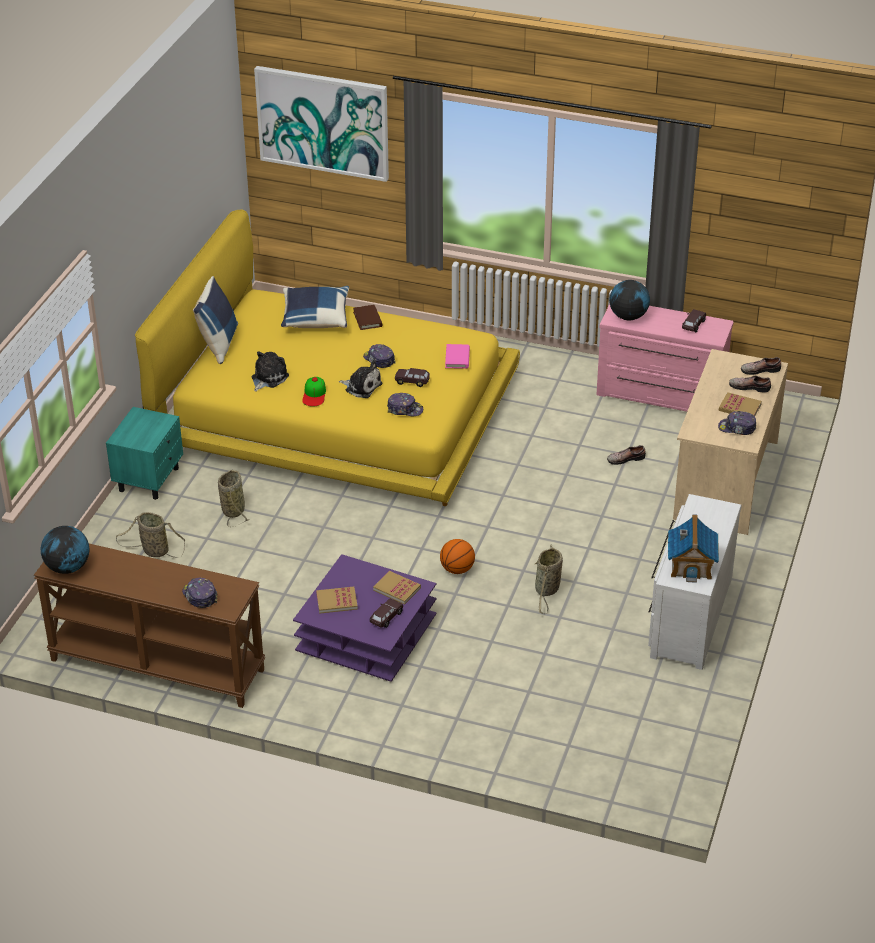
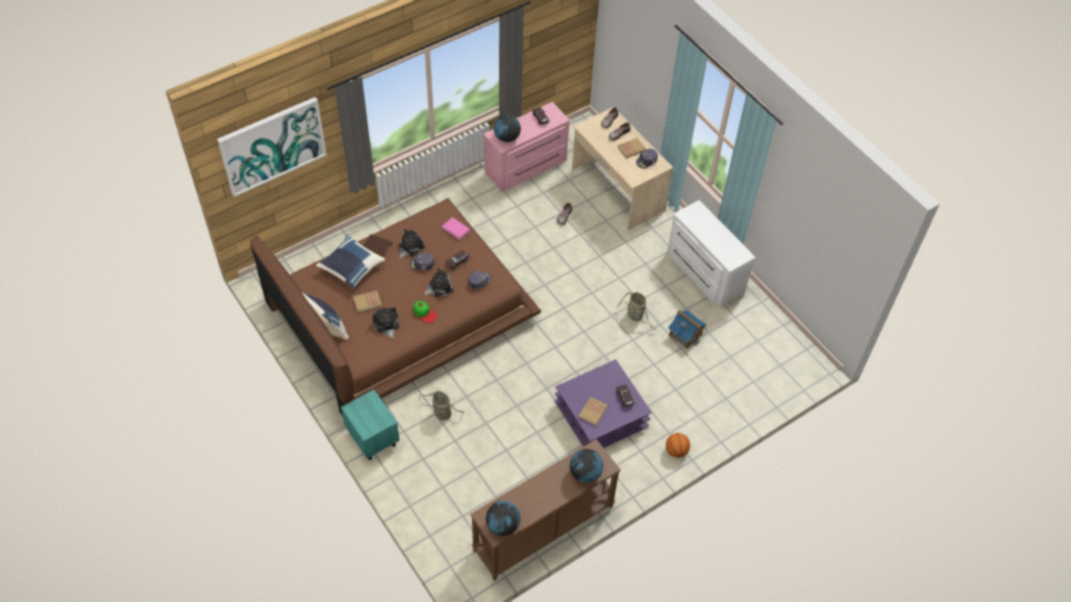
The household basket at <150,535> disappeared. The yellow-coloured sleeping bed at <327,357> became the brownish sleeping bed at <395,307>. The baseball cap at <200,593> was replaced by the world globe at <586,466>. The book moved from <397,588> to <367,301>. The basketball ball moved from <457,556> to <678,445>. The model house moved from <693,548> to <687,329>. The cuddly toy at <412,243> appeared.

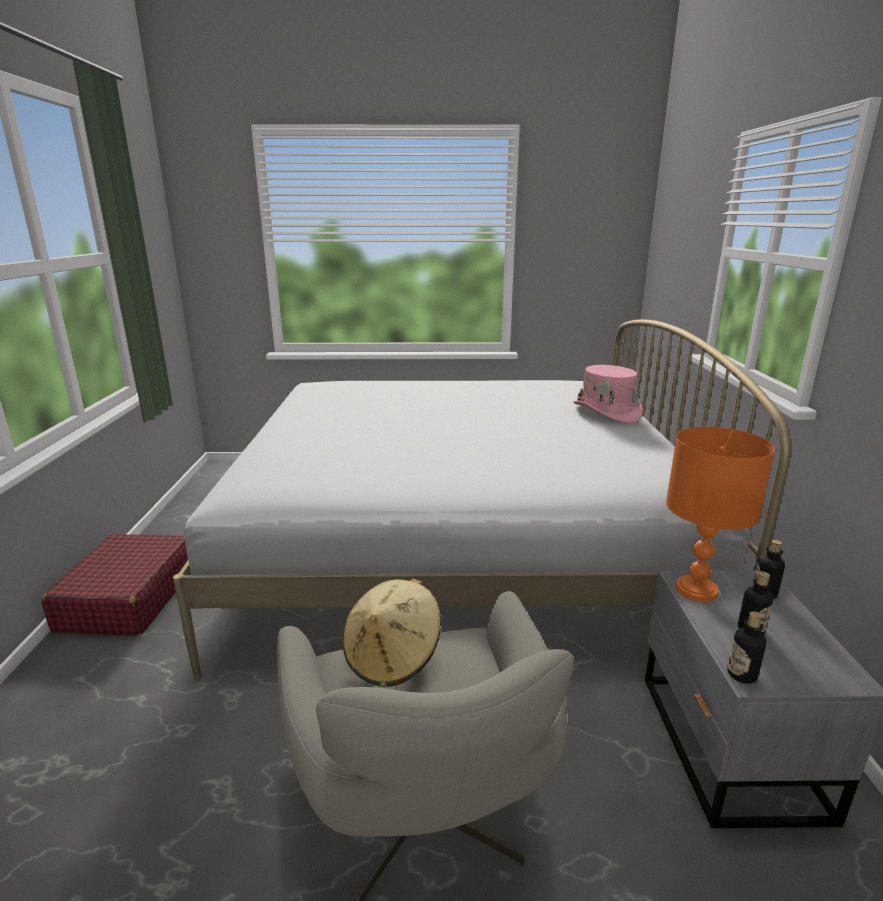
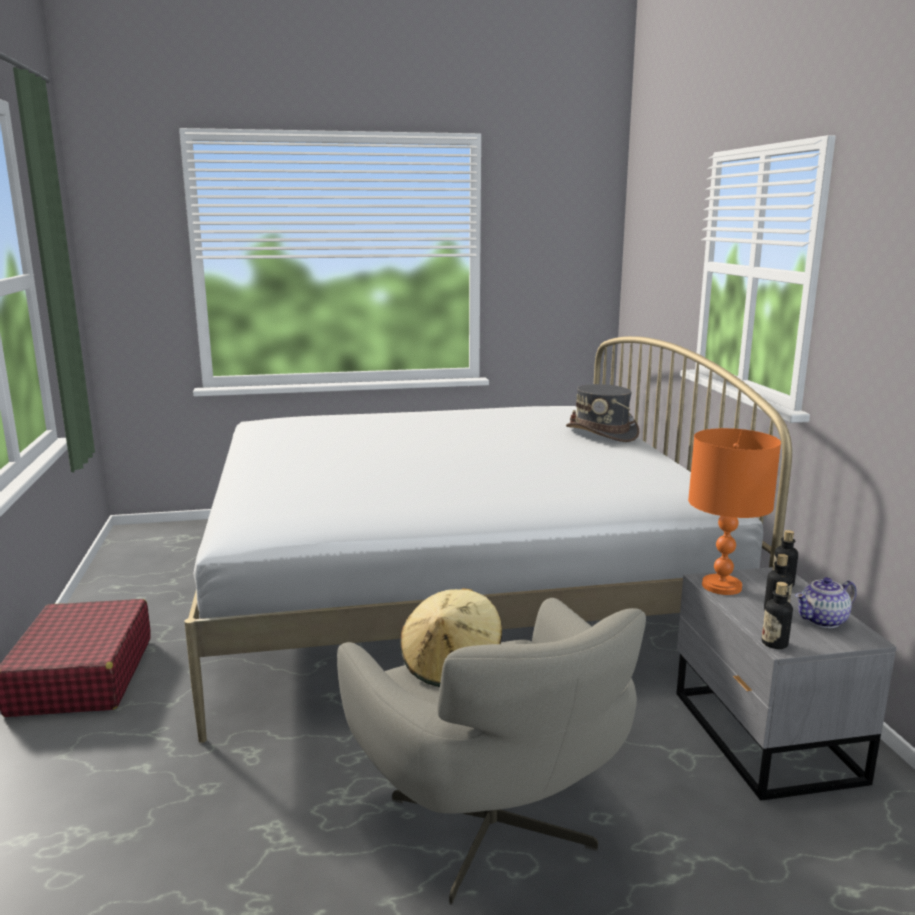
The pinkish clothing hat at <608,394> became the grey clothing hat at <602,413>. The teapot at <826,602> appeared.

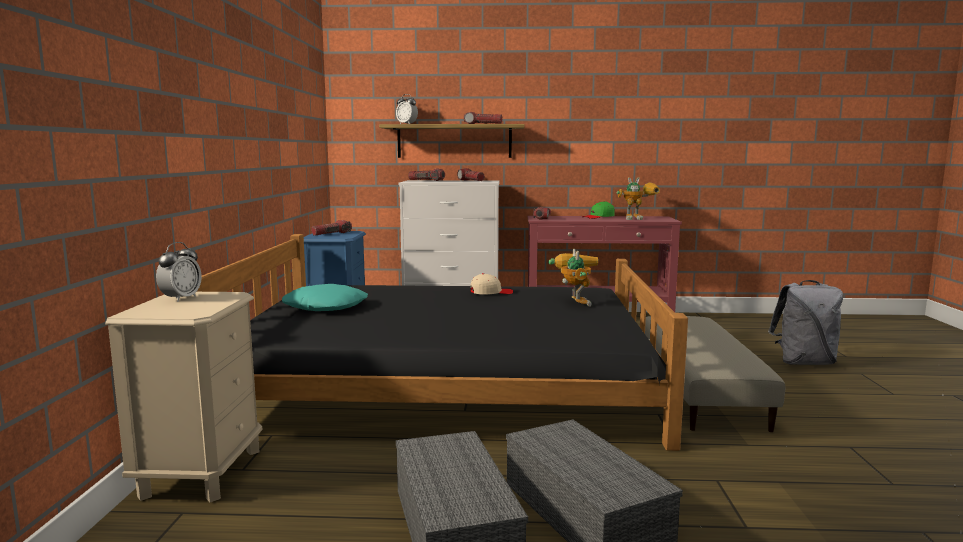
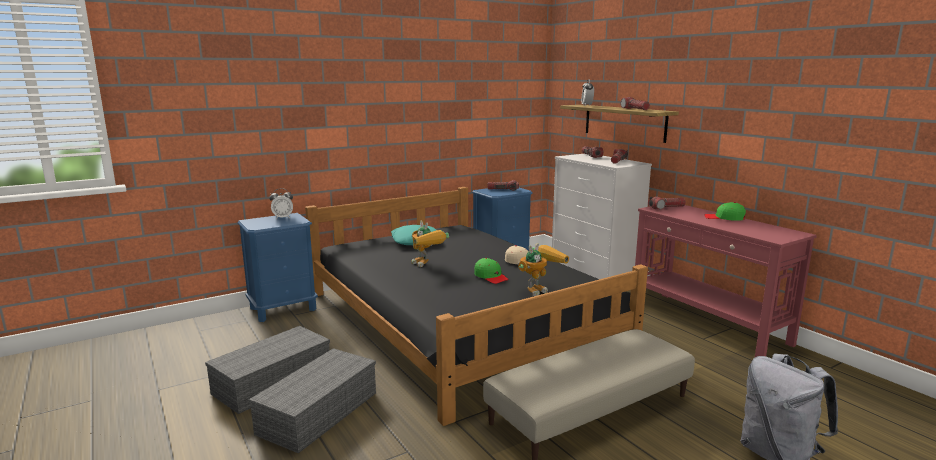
The sand-coloured bedside table at <183,397> became the blue-coloured bedside table at <277,267>. The robot figure moved from <638,198> to <430,244>. The green-coloured baseball cap at <491,271> appeared.

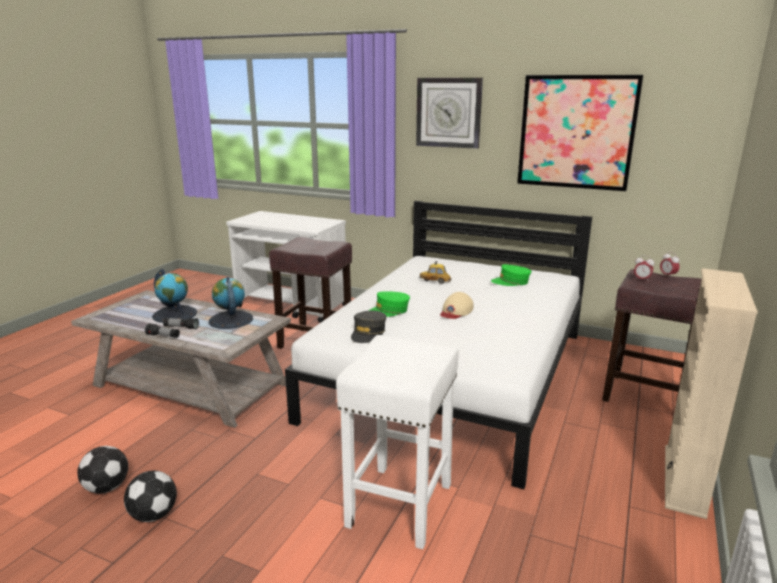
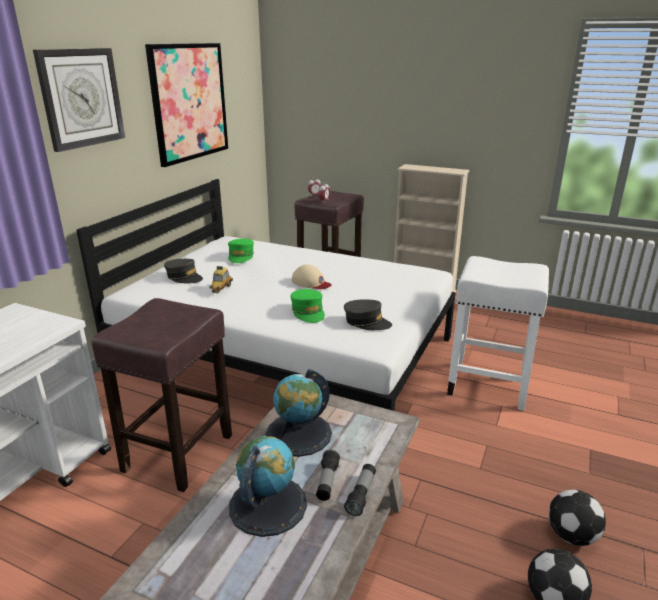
The grey baseball cap at <183,271> appeared.

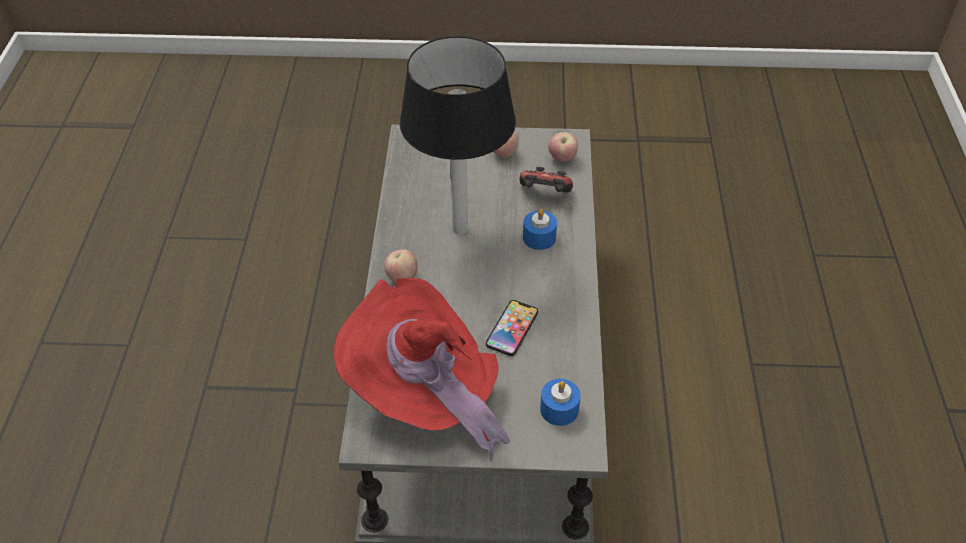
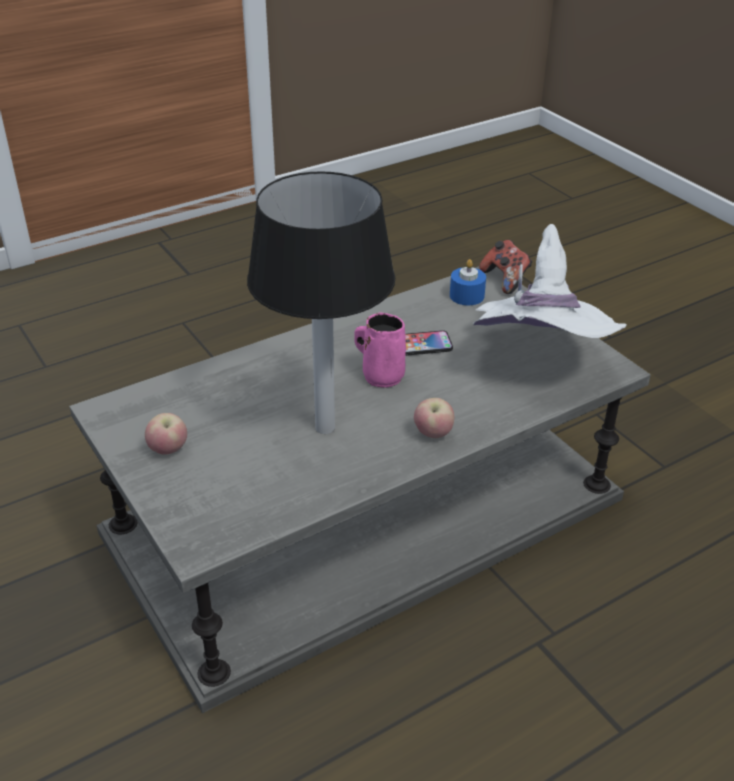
The red clothing hat at <422,370> became the white-coloured clothing hat at <550,281>. The gamepad moved from <546,180> to <506,267>. The blue-coloured wax light at <540,229> disappeared. The apple at <563,147> disappeared. The pinkish coffee mug at <380,350> appeared.

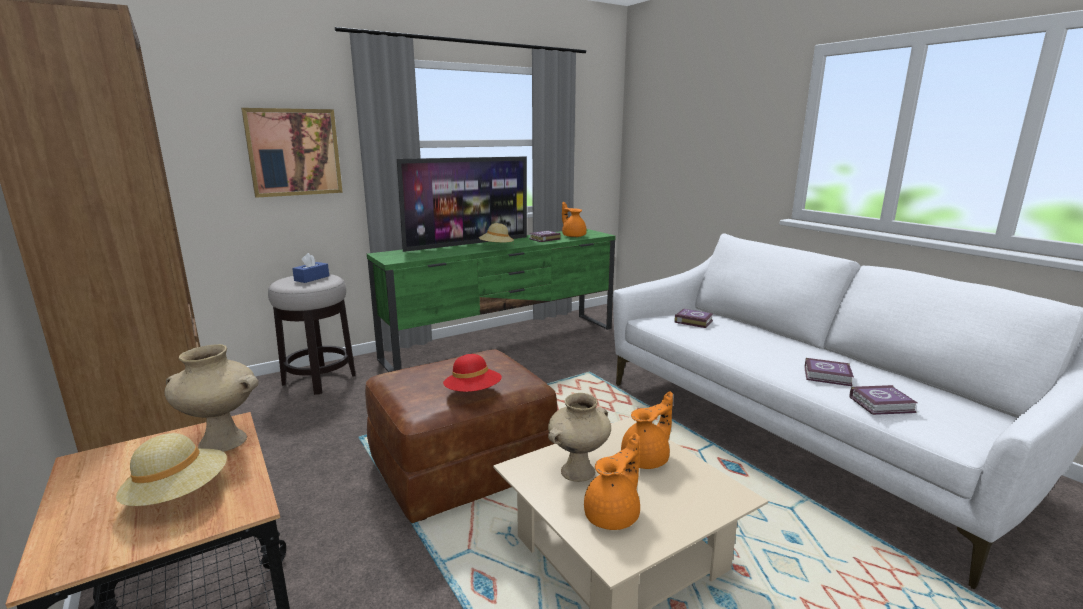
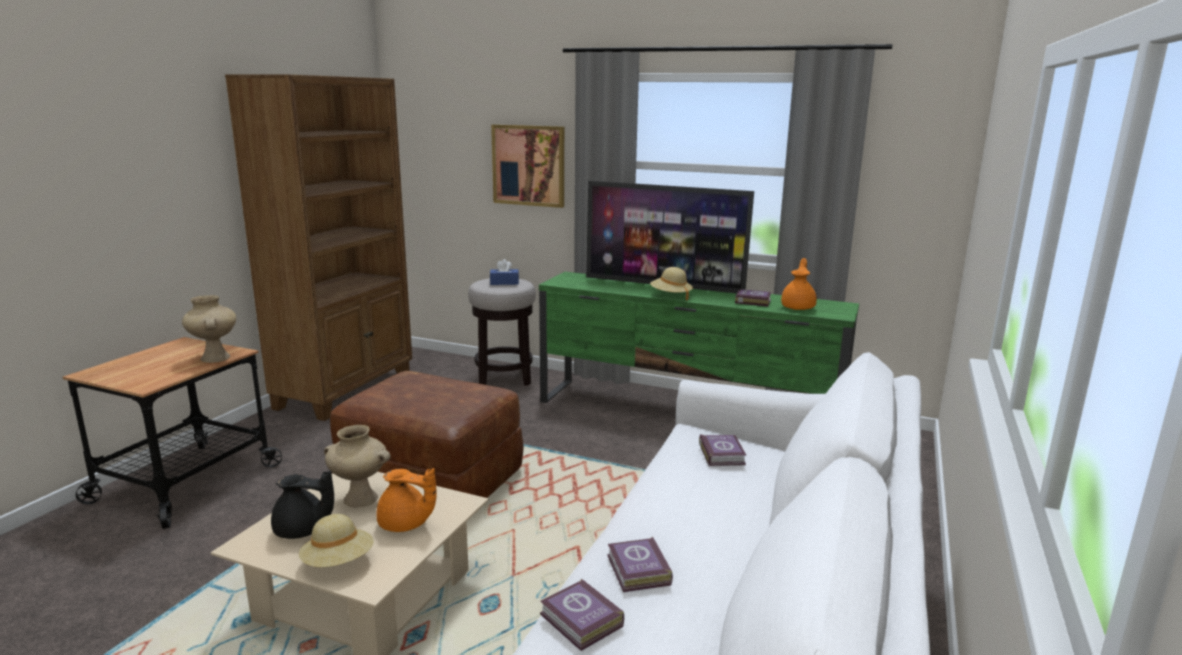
The sand-coloured clothing hat moved from <171,469> to <336,540>. The red clothing hat at <472,373> disappeared. The orange teapot at <612,481> became the blackish teapot at <302,504>.

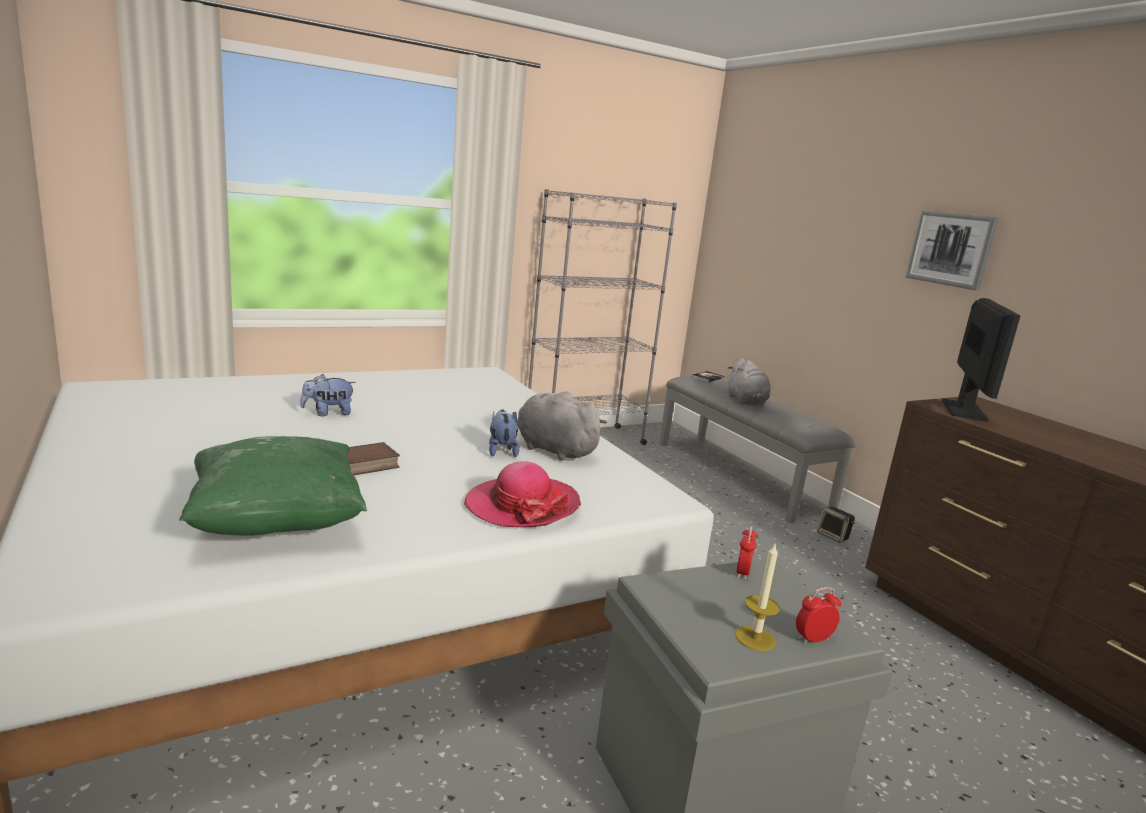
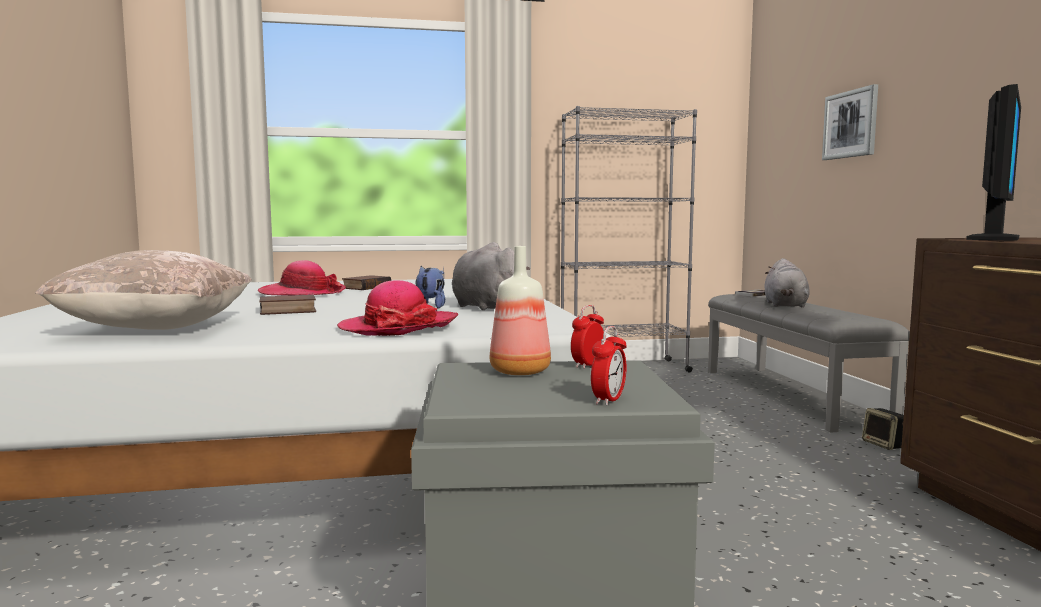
The green-coloured throw pillow at <273,486> became the sand-coloured throw pillow at <143,290>. The cuddly toy at <328,395> was replaced by the clothing hat at <302,278>. The wax light at <757,596> disappeared. The table clock at <818,615> turned 120 degrees clockwise. The wall art moved from <952,250> to <850,122>. The book at <366,282> appeared. The beverage bottle at <520,310> appeared.

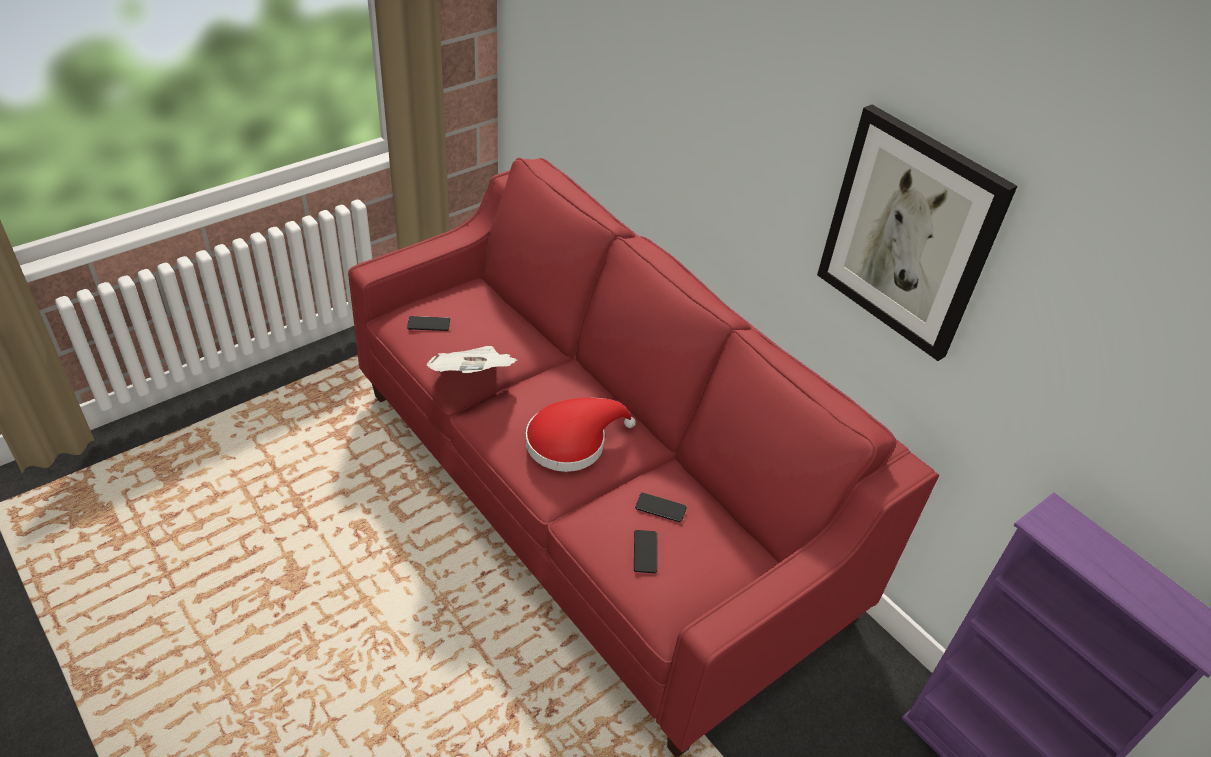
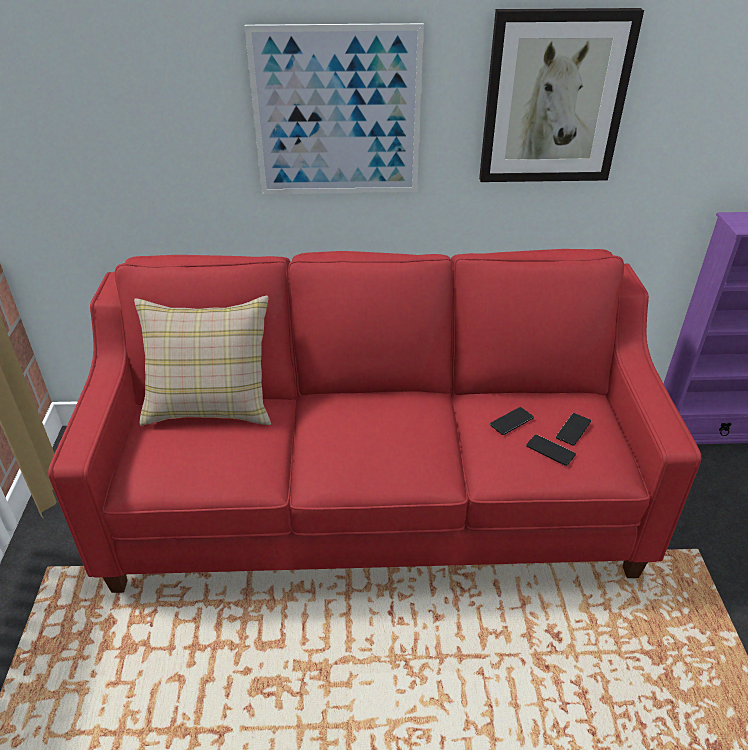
The telephone moved from <428,323> to <573,429>. The daily paper at <471,359> disappeared. The red clothing hat at <581,435> disappeared. The sand-coloured throw pillow at <202,361> appeared. The wall art at <334,108> appeared.

